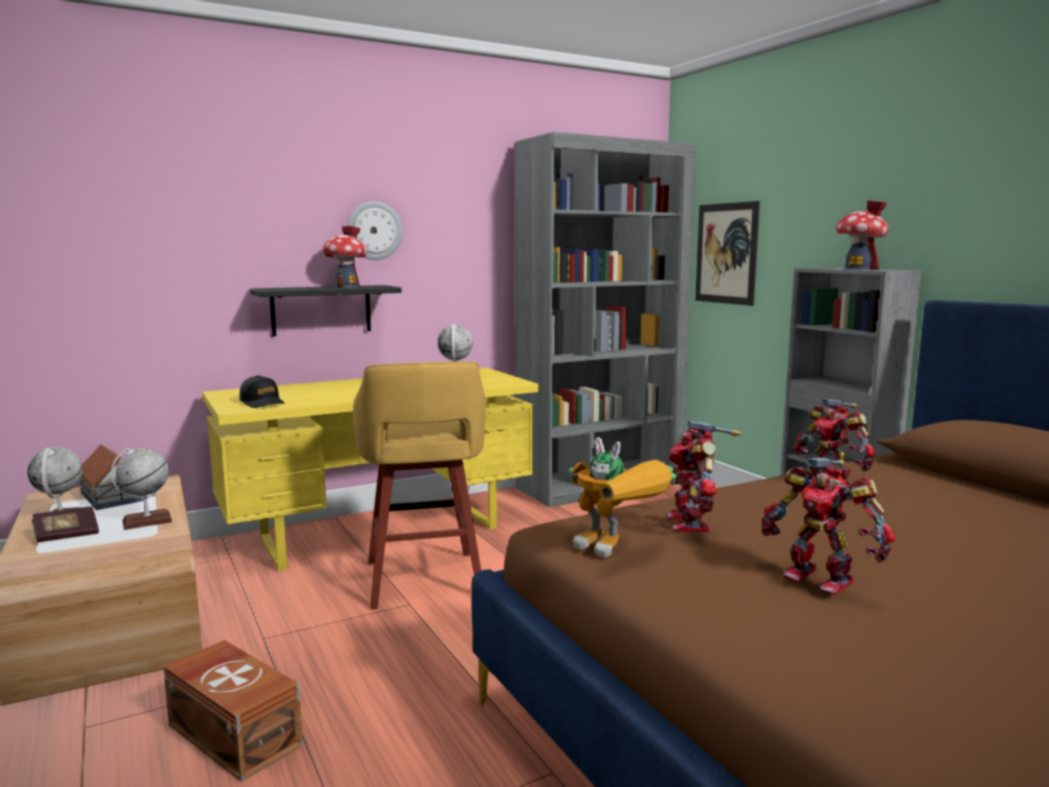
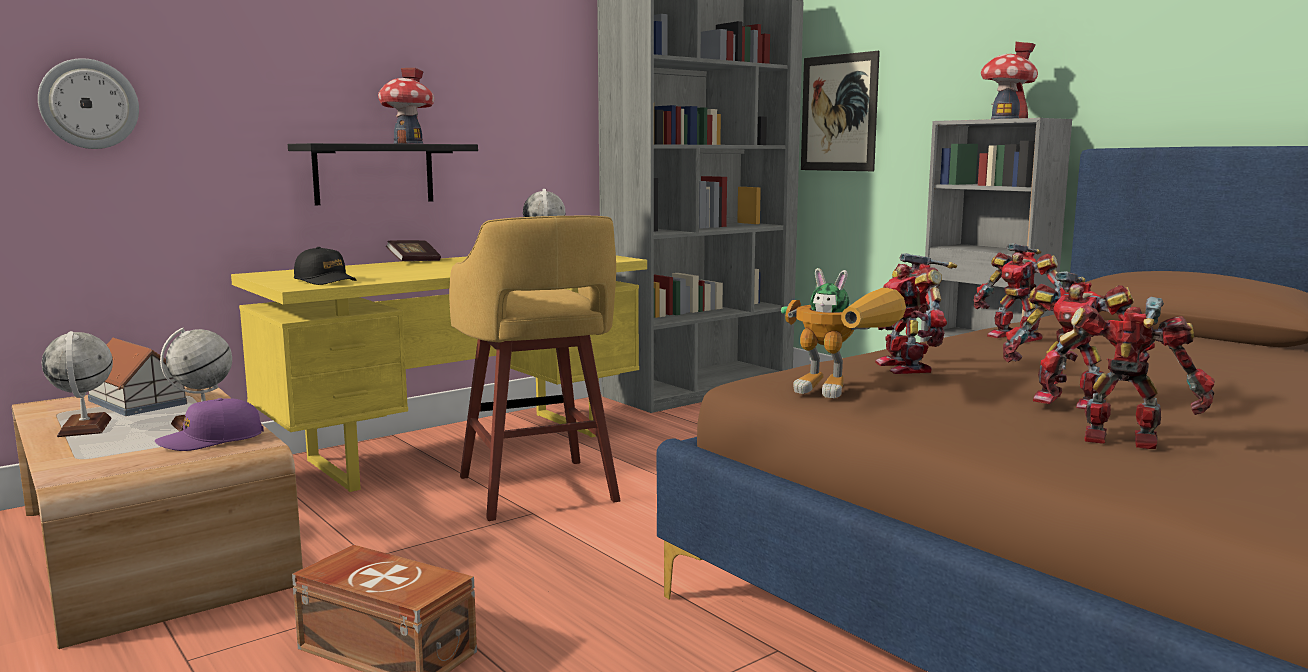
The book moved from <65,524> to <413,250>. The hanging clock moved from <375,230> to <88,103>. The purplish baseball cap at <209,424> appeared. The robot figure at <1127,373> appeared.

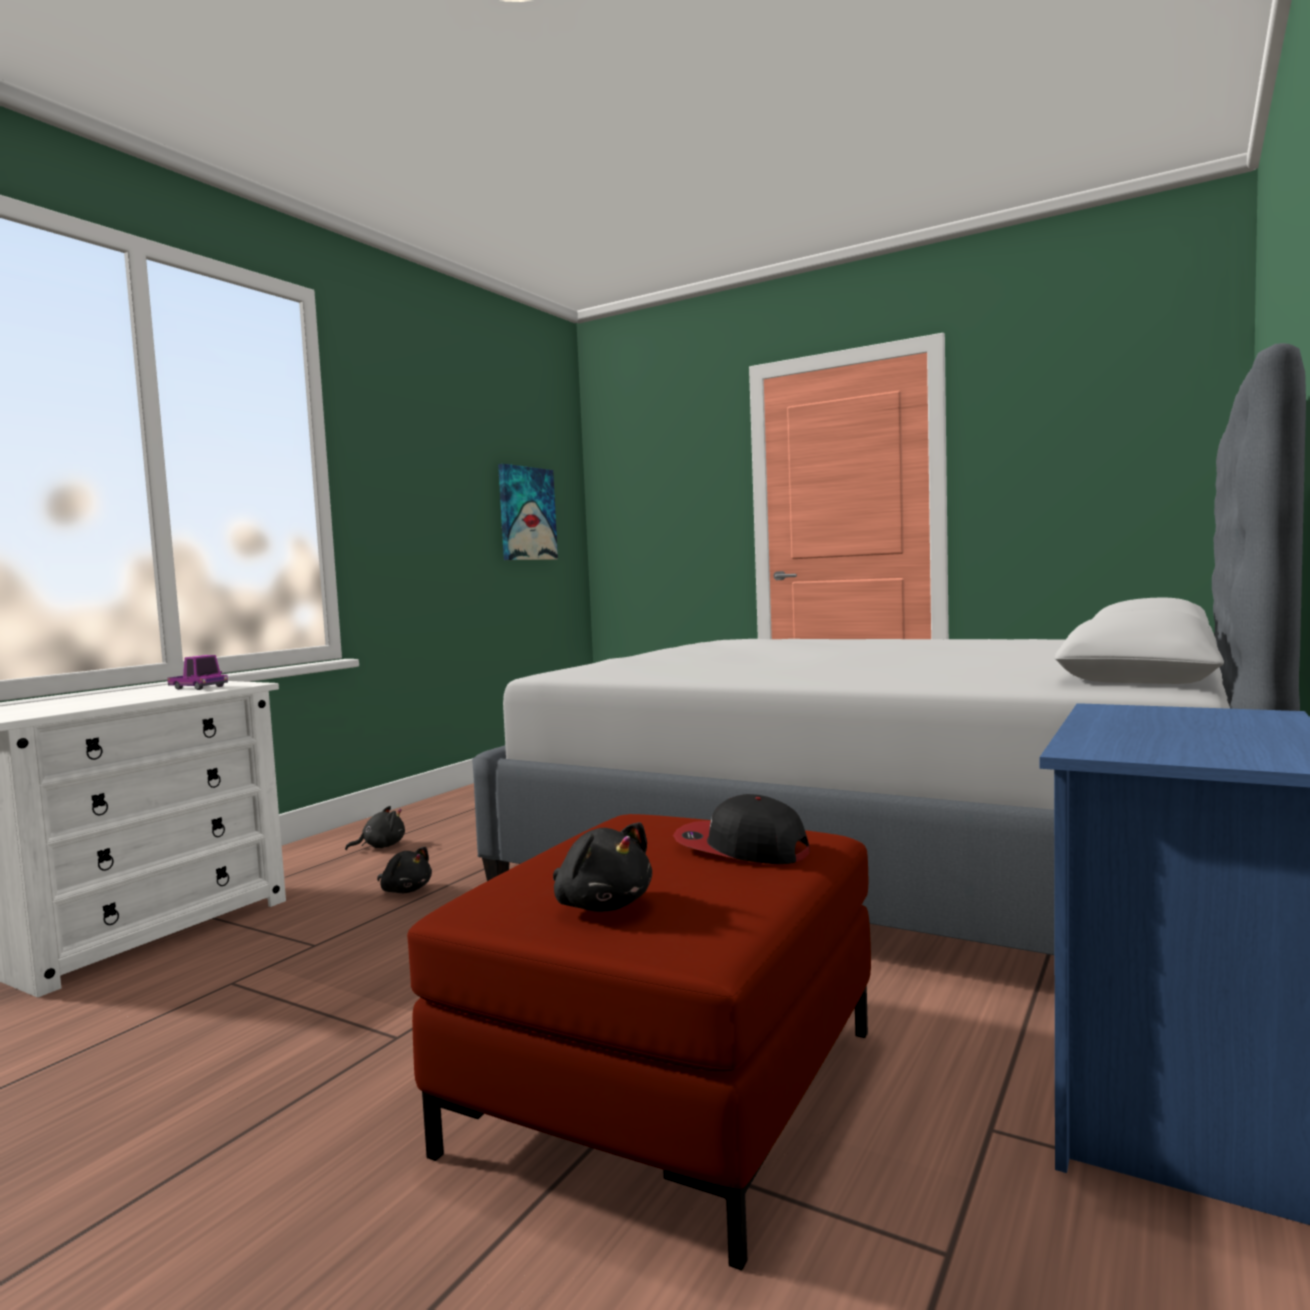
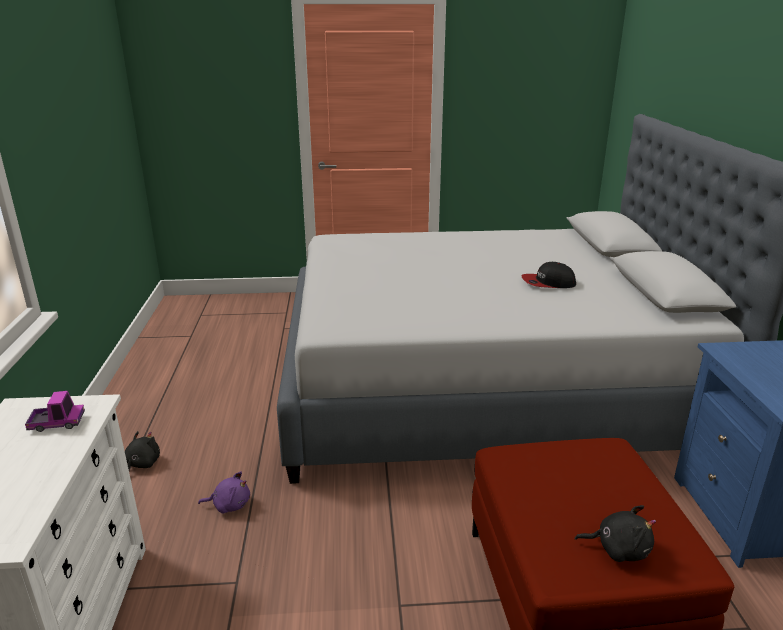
The blackish cuddly toy at <404,870> became the purplish cuddly toy at <224,492>. The wall art at <528,512> disappeared. The baseball cap moved from <741,829> to <548,275>.

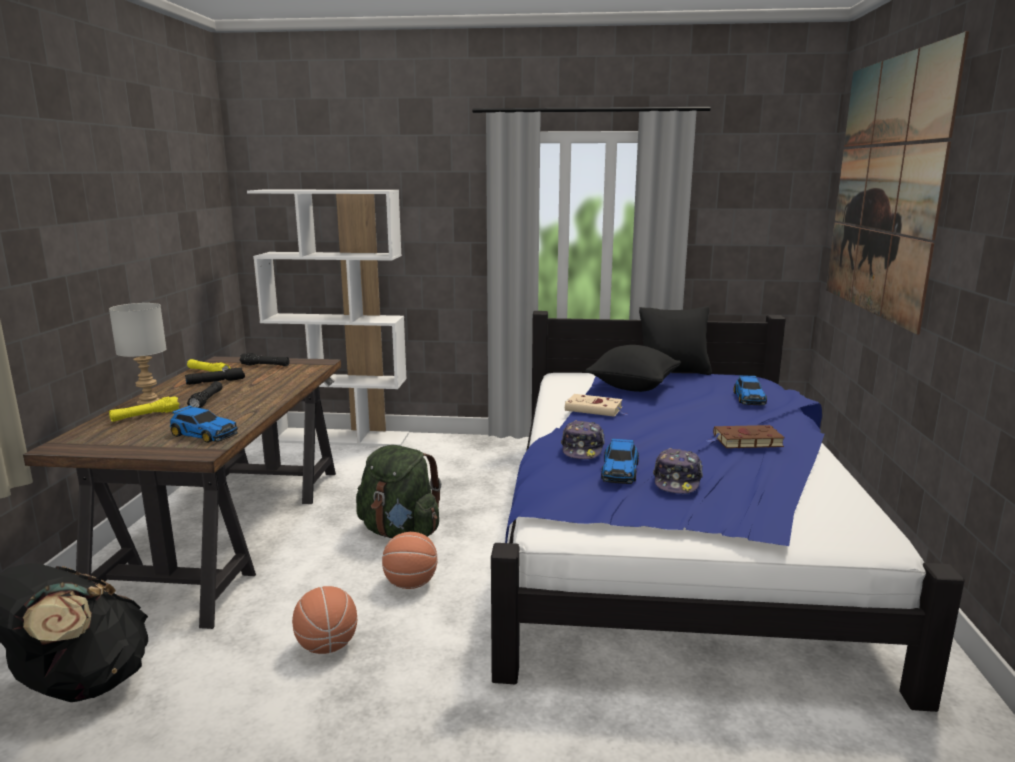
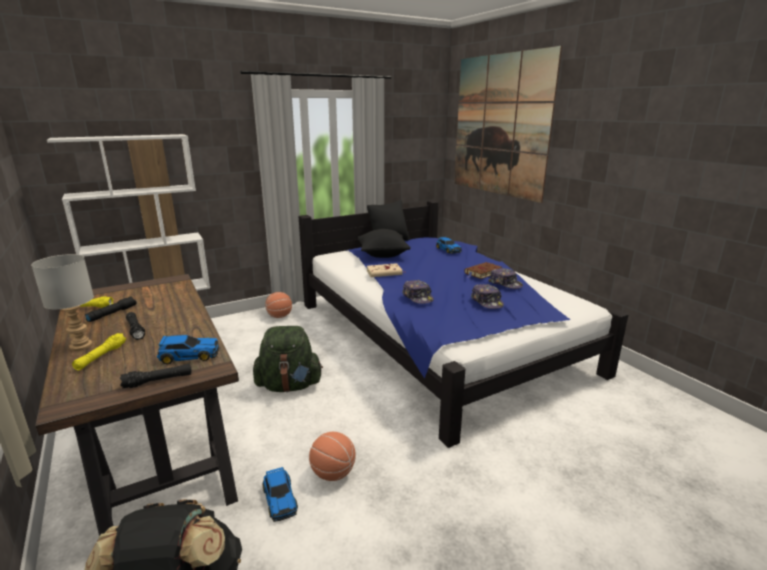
The blackish hand torch moved from <264,359> to <156,376>. The basketball ball moved from <409,560> to <278,305>. The miniature car moved from <620,461> to <280,494>. The baseball cap at <506,278> appeared.

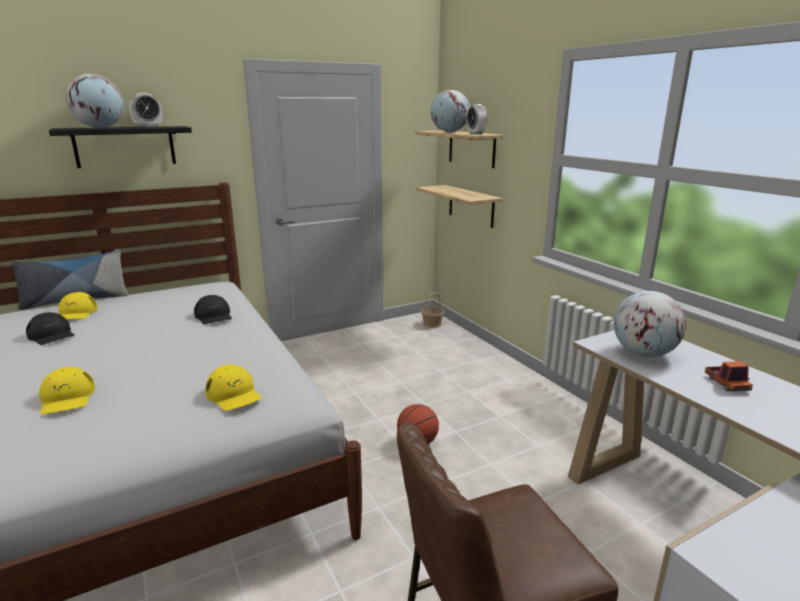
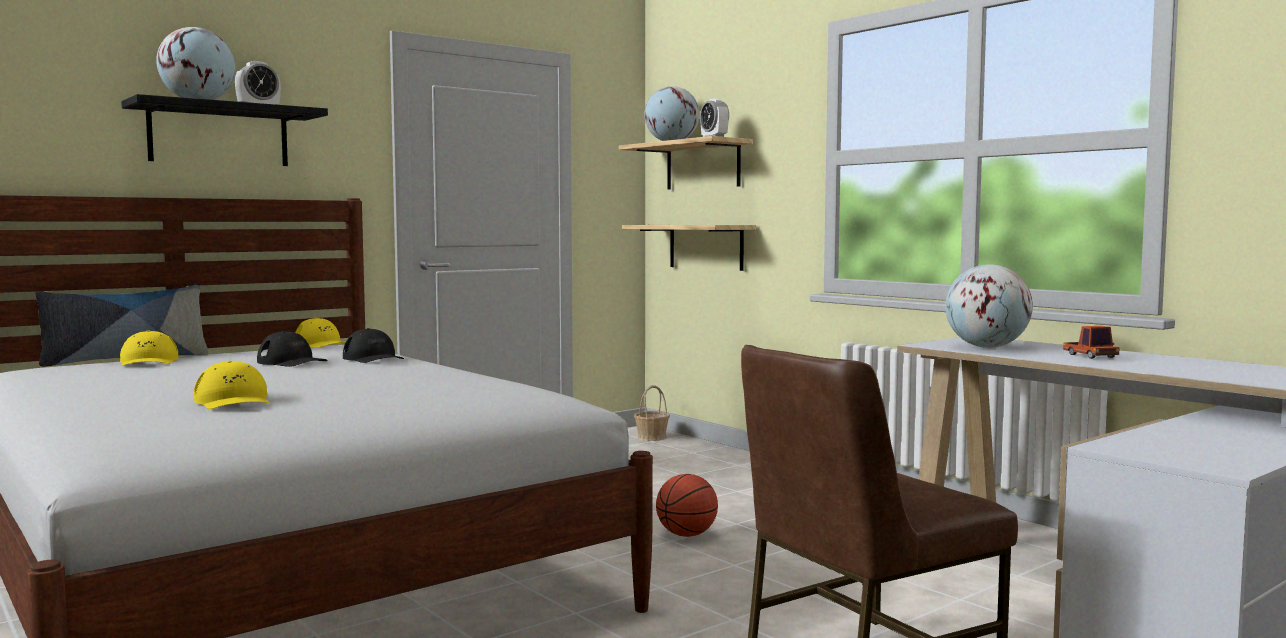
The blackish baseball cap moved from <50,328> to <292,349>. The yellow-coloured baseball cap moved from <233,388> to <320,333>.

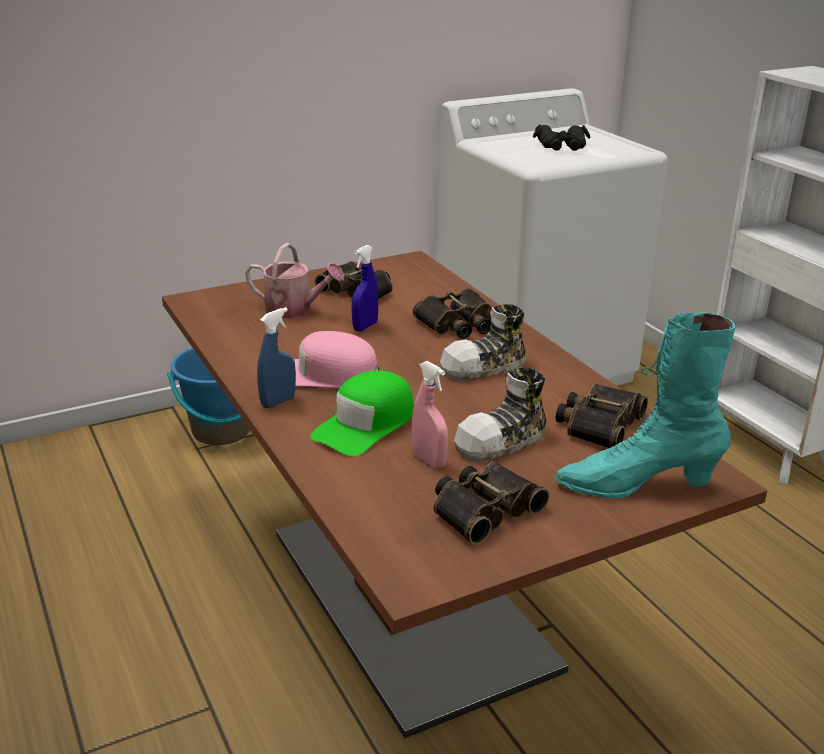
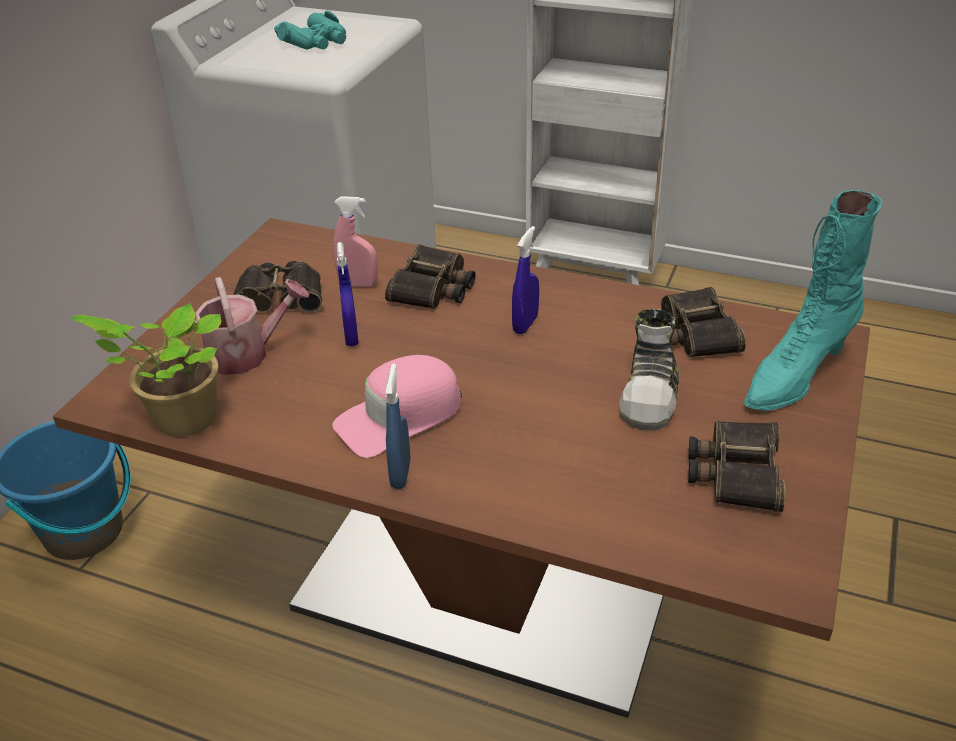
The green-coloured baseball cap at <362,413> disappeared. The pinkish spray bottle moved from <430,414> to <355,241>. The low shoe at <483,342> was replaced by the blue-coloured spray bottle at <525,280>. The blackish binoculars at <562,137> became the turquoise-coloured binoculars at <310,30>. The potted plant at <146,370> appeared.

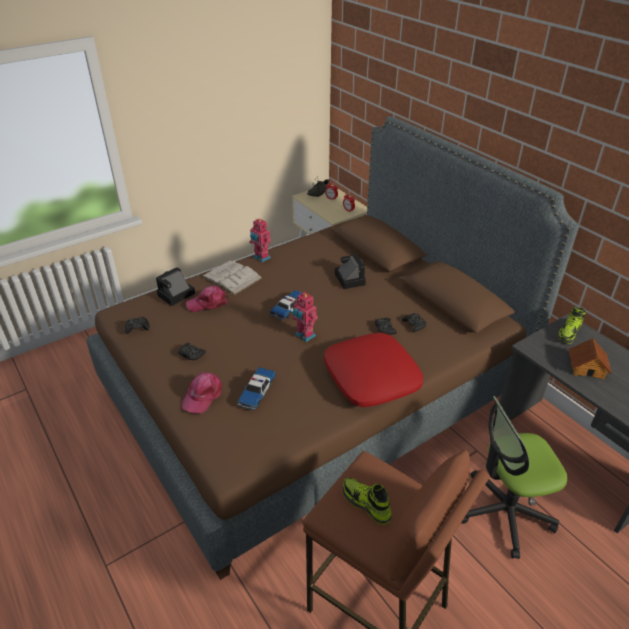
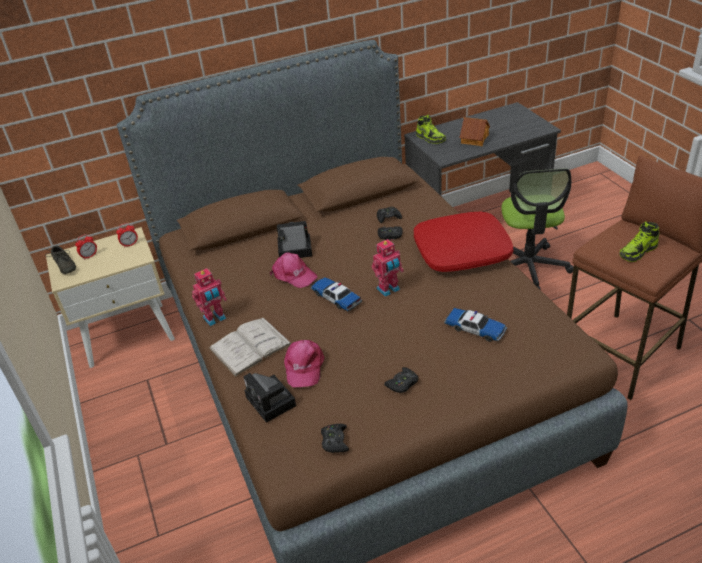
The pinkish baseball cap moved from <202,393> to <293,270>.

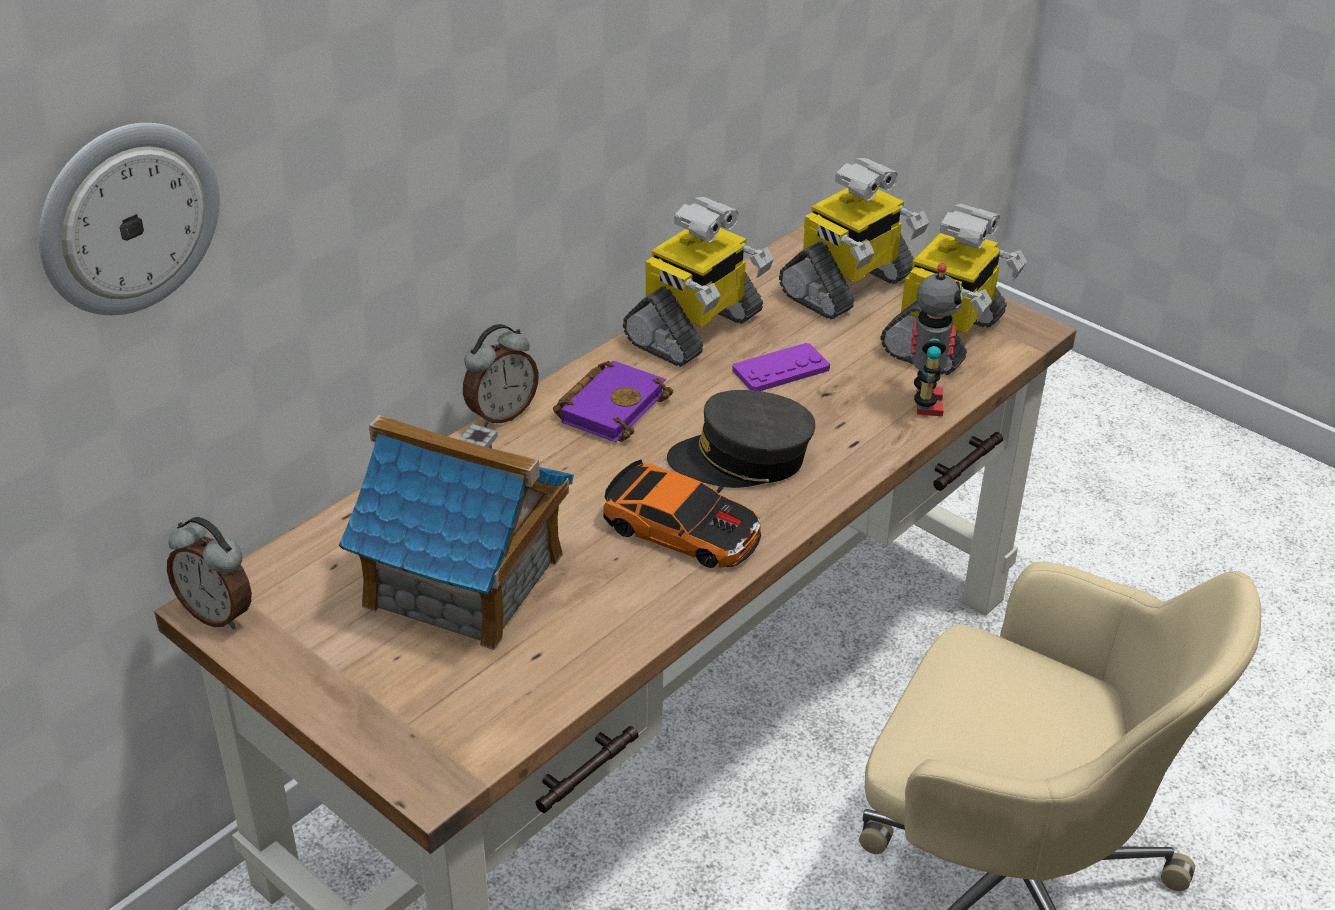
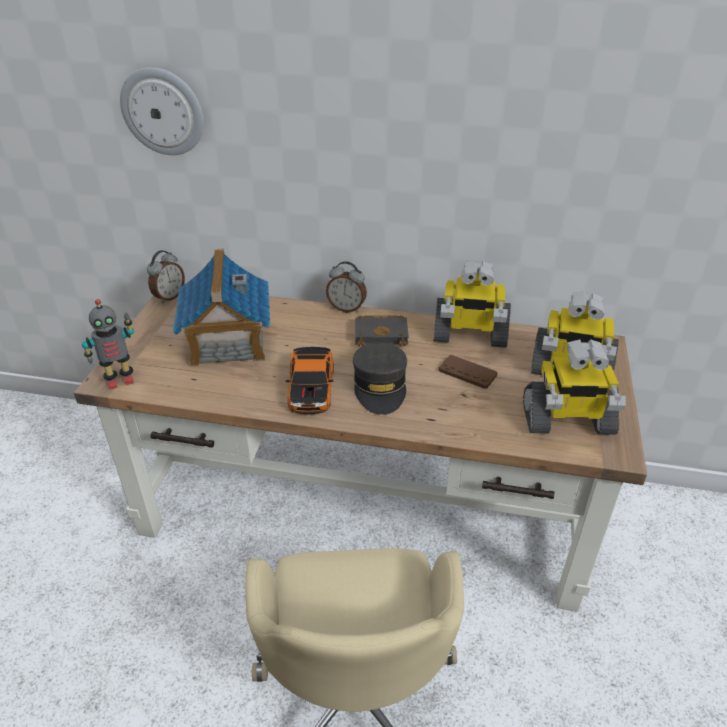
The table clock at <209,573> turned 150 degrees counterclockwise. The purplish book at <613,401> became the blackish book at <382,330>. The grey baseball cap at <741,439> turned 150 degrees counterclockwise. The purplish gamepad at <781,367> became the brownish gamepad at <468,372>. The robot figure moved from <937,339> to <108,344>.

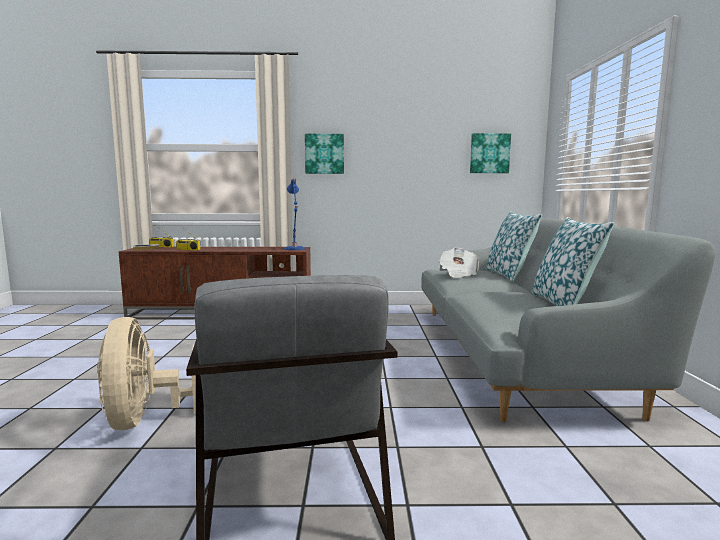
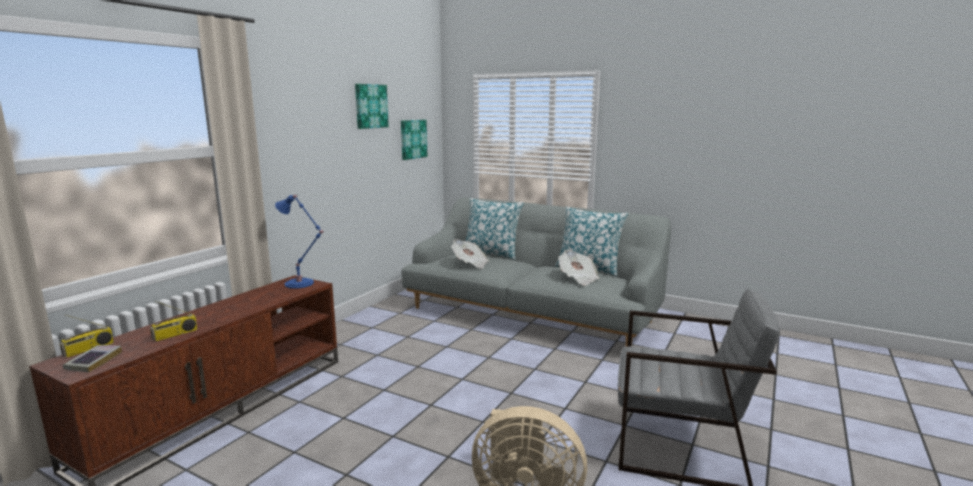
The wall art moved from <324,154> to <372,106>. The daily paper at <579,267> appeared.

